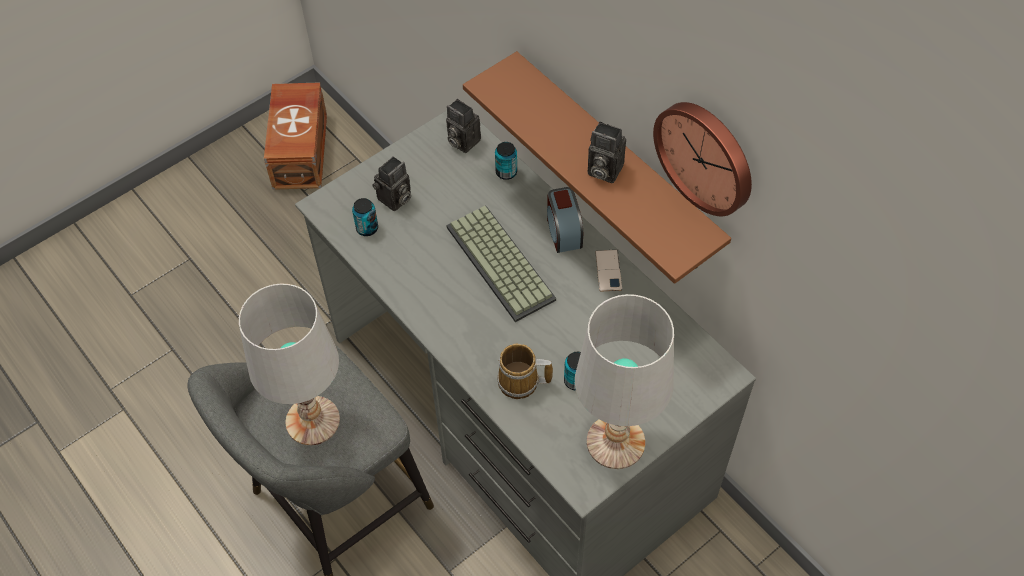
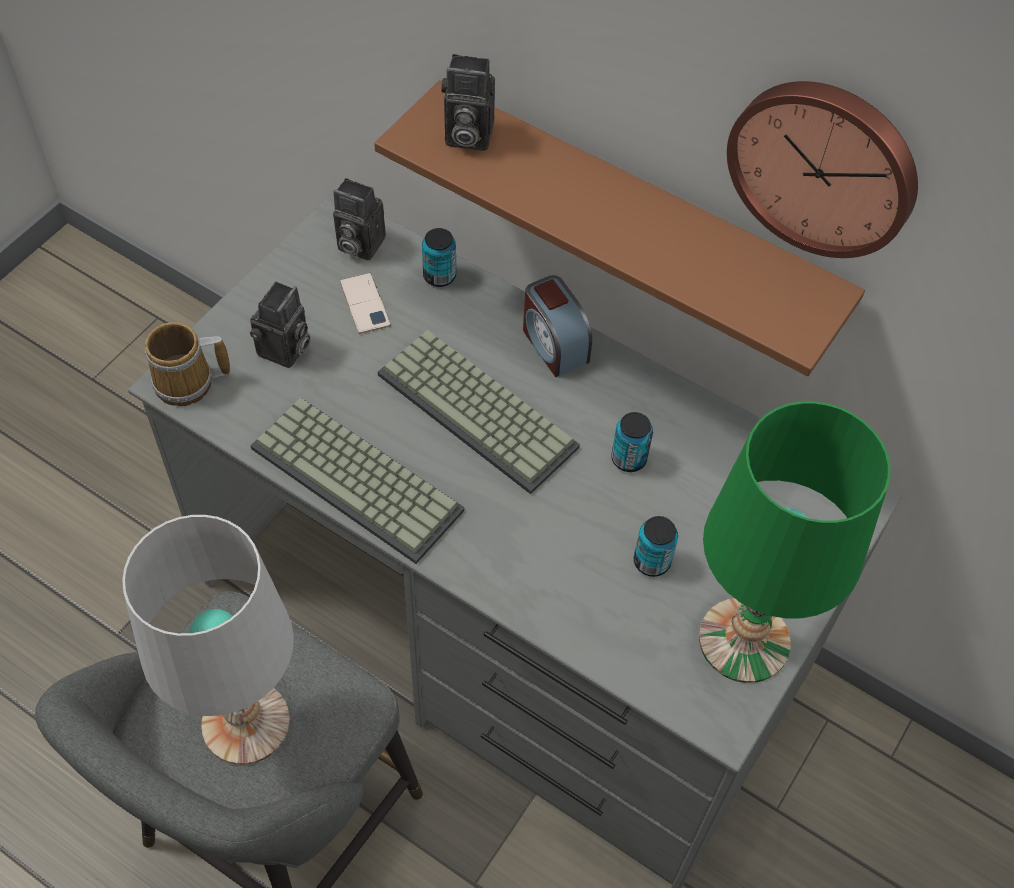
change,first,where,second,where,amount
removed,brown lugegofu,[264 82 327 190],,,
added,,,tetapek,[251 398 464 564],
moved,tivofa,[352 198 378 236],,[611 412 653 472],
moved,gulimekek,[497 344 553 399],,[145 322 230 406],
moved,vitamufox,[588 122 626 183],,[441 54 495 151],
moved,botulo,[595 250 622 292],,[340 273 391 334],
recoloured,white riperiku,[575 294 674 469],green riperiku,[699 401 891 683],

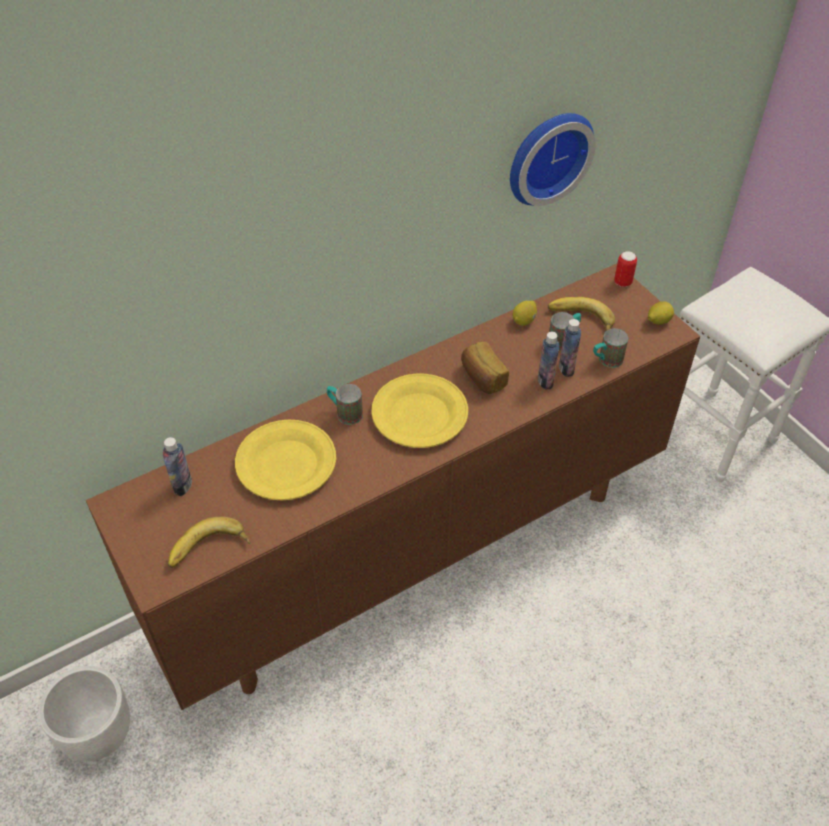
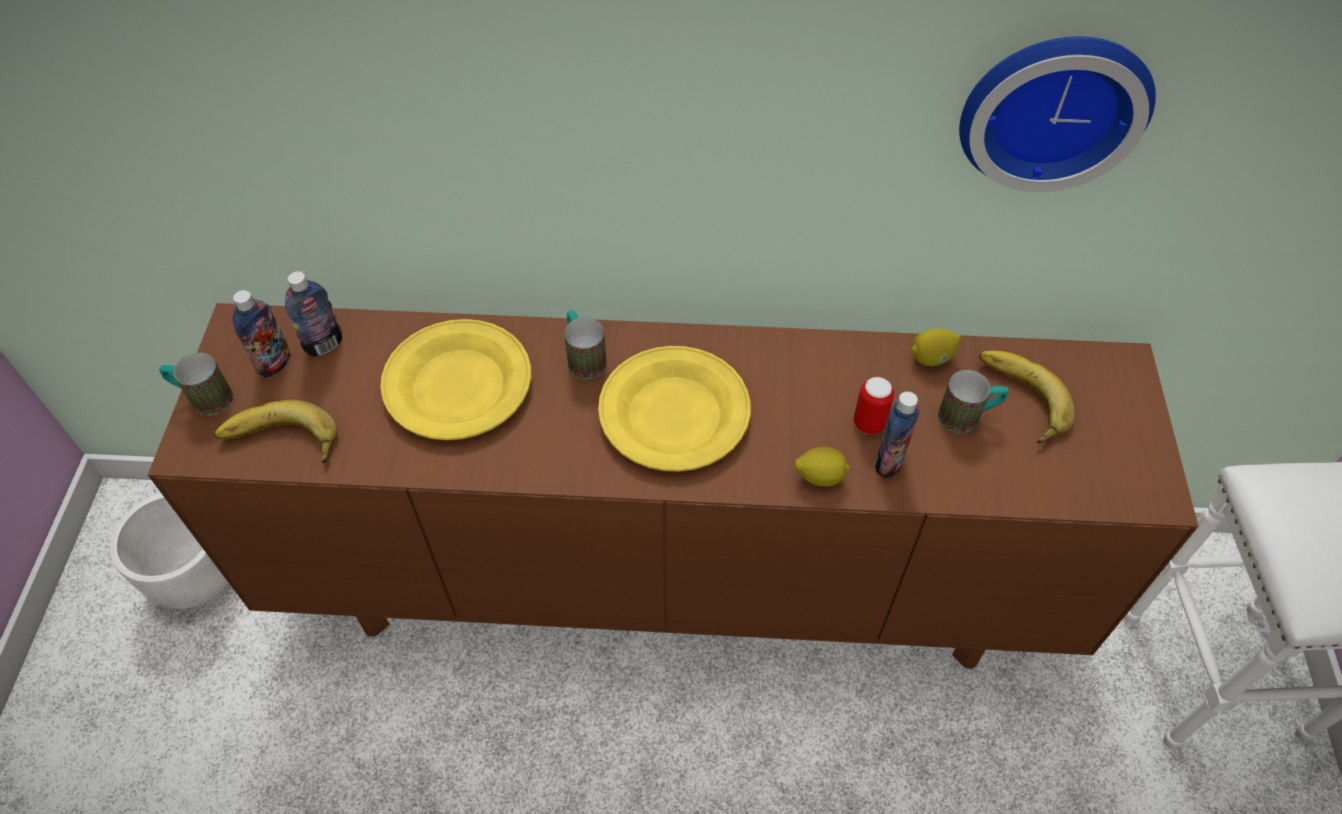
change,first,where,second,where,amount
removed,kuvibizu,[461 342 509 394],,,
moved,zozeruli,[559 319 581 377],,[233 290 291 378],
moved,gulimekek,[593 328 628 368],,[159 353 233 416],
moved,tivofa,[614 251 637 287],,[853 377 894 434],
moved,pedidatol,[648 301 674 325],,[795 447 850 487],

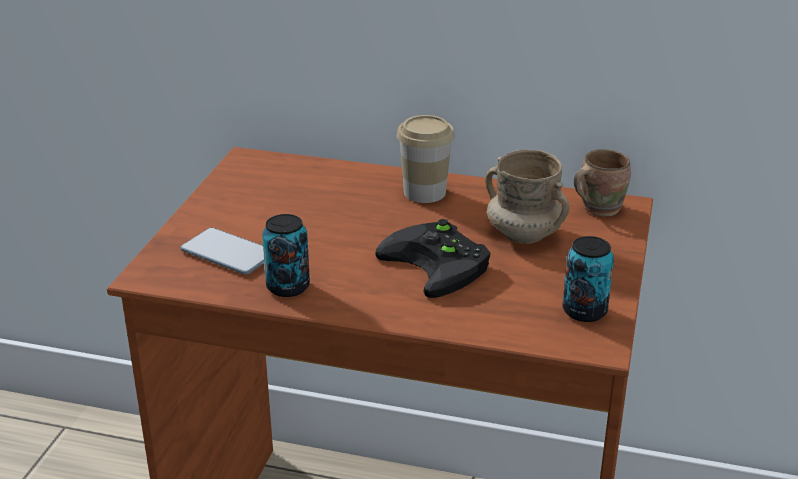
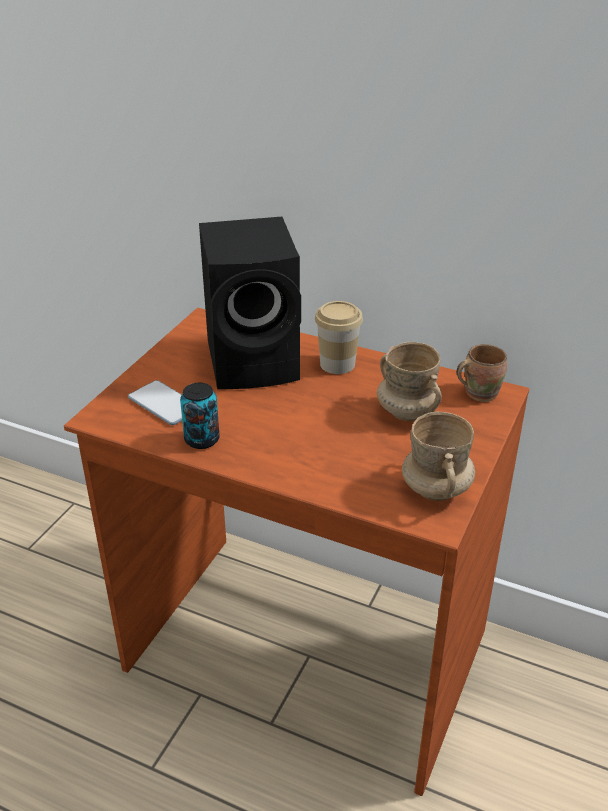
change,first,where,second,where,amount
removed,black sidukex,[375 219 491 298],,,
added,,,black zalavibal,[199 217 301 389],
replaced,tivofa,[562 236 614 322],beige gulimekek,[402 412 475 501],

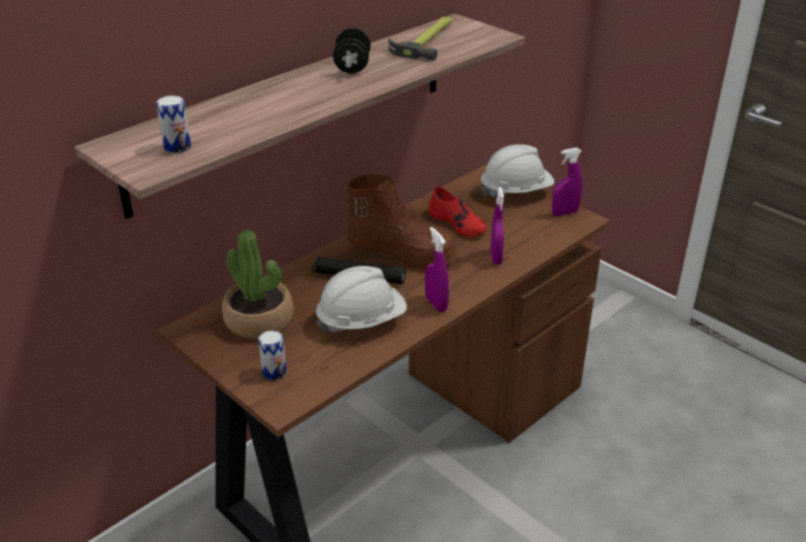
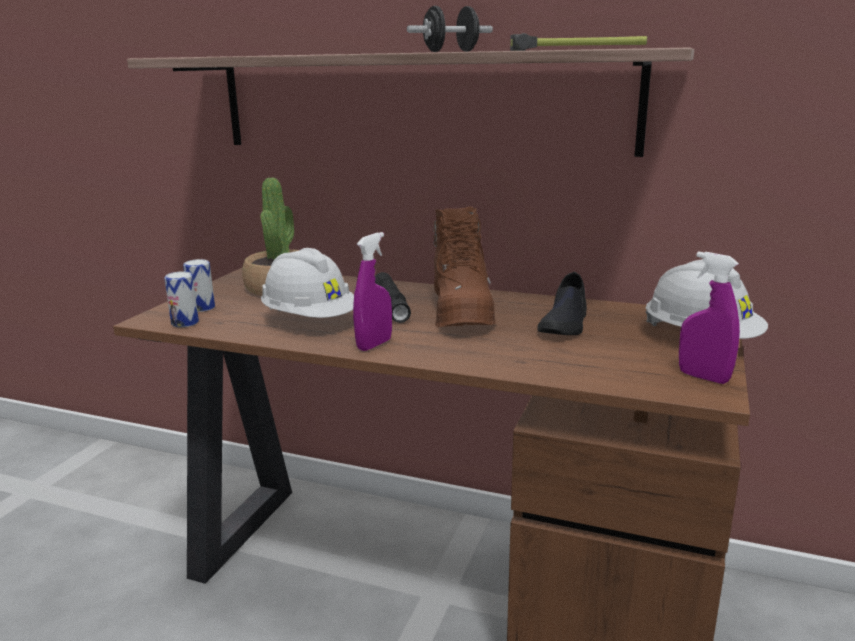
change,first,where,second,where,amount
removed,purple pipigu,[491 187 504 264],,,
moved,tivofa,[156 95 191 153],,[164 271 199 327],
recoloured,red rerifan,[428 186 487 236],black rerifan,[537 272 587 335],

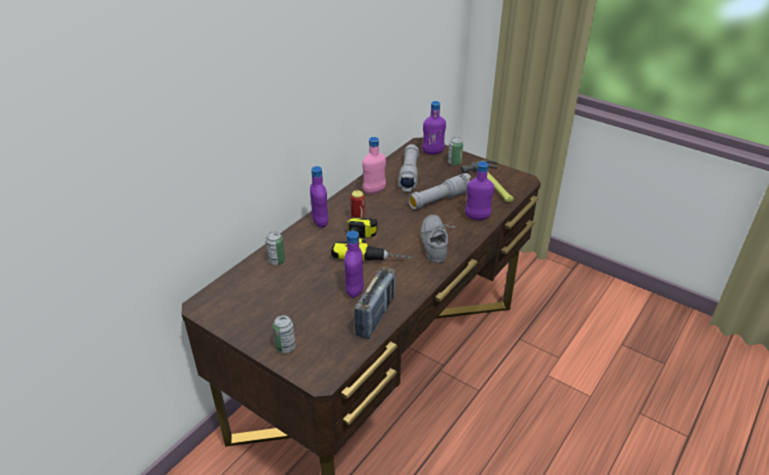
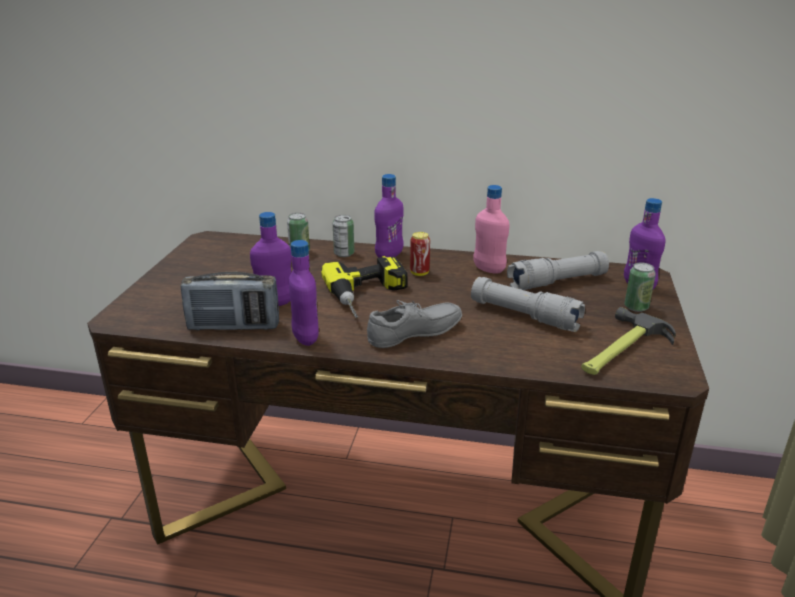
change,first,where,second,where,amount
moved,tivofa,[273 315 296 353],,[333 215 354 257],
moved,purple zozeruli,[465 161 494 220],,[289 240 319 346],

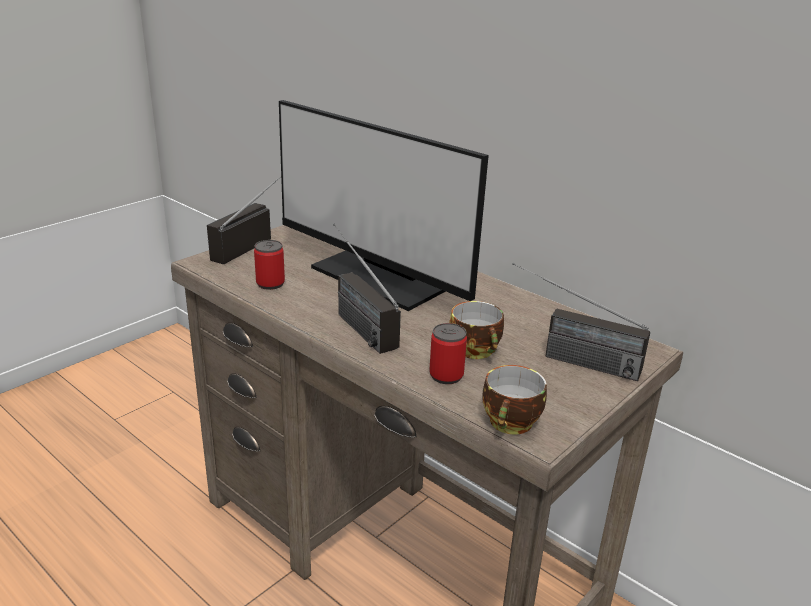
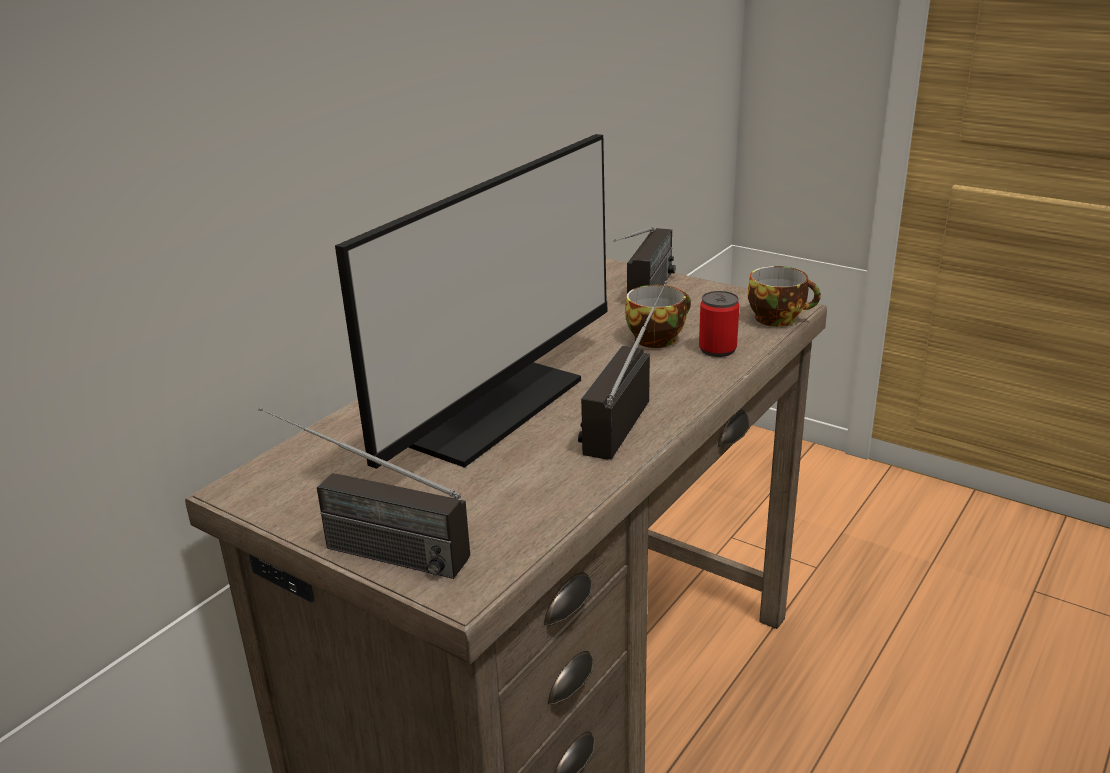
change,first,where,second,where,amount
removed,tivofa,[254 240 285 290],,,
turned,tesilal,[333 224 401 354],,[578 281 667 459],150 degrees clockwise

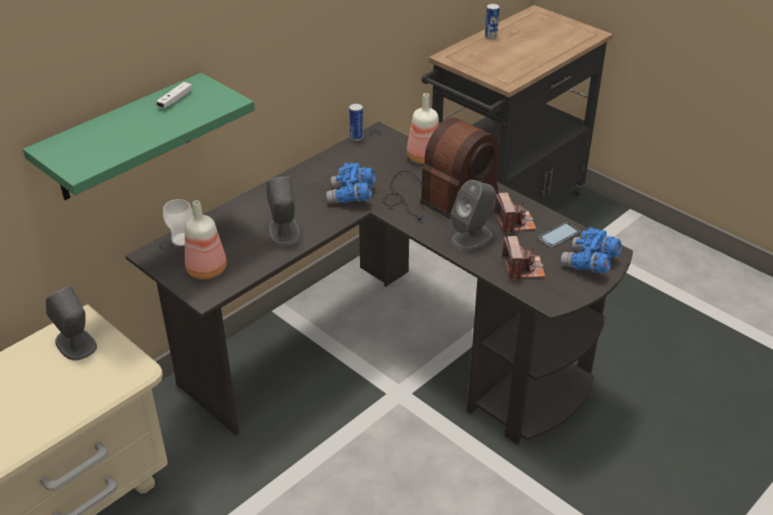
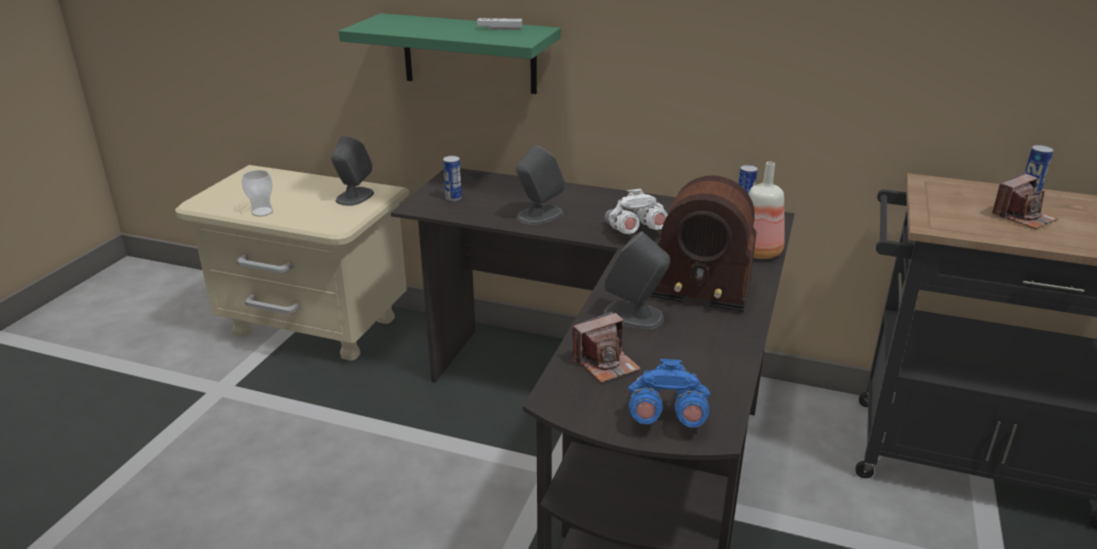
change,first,where,second,where,amount
removed,botulo,[539 223 579 247],,,
moved,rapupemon,[163 199 193 246],,[242 170 273 217],
moved,vitamufox,[493 192 536 234],,[992 173 1059 229],
replaced,zozeruli,[185 200 227 279],tivofa,[443 156 462 202],
recoloured,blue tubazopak,[326 163 375 204],white tubazopak,[604 189 668 234],

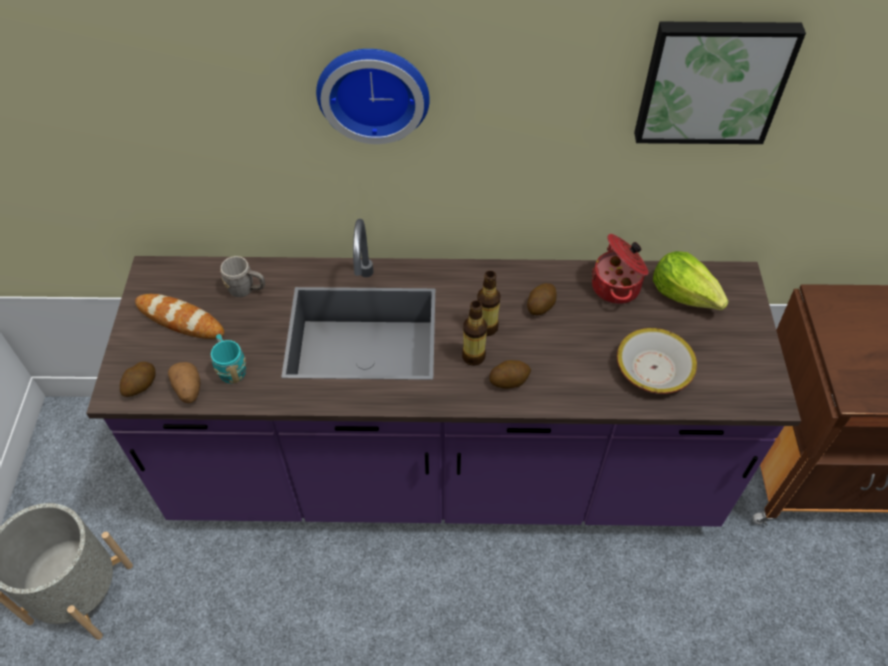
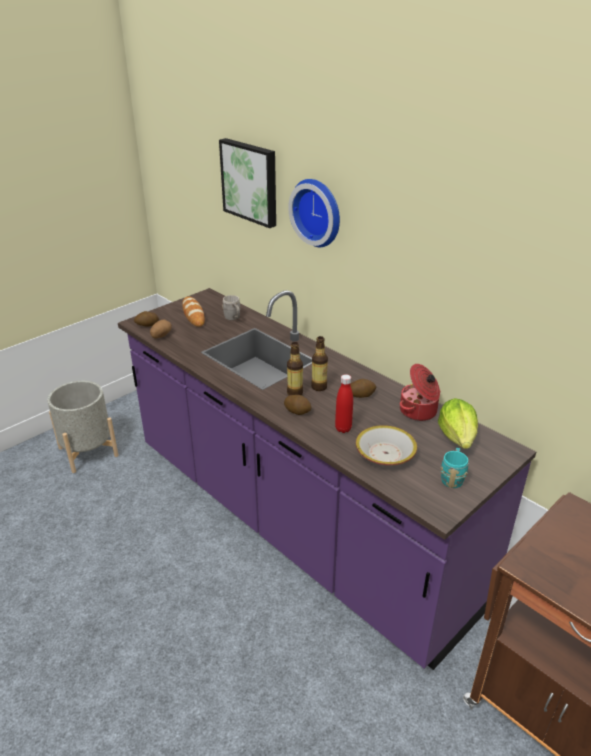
change,first,where,second,where,amount
added,,,red zozeruli,[335 374 353 433],
moved,turquoise gulimekek,[211 334 246 383],,[441 448 468 488],
moved,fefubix,[634 22 806 144],,[219 138 276 228],

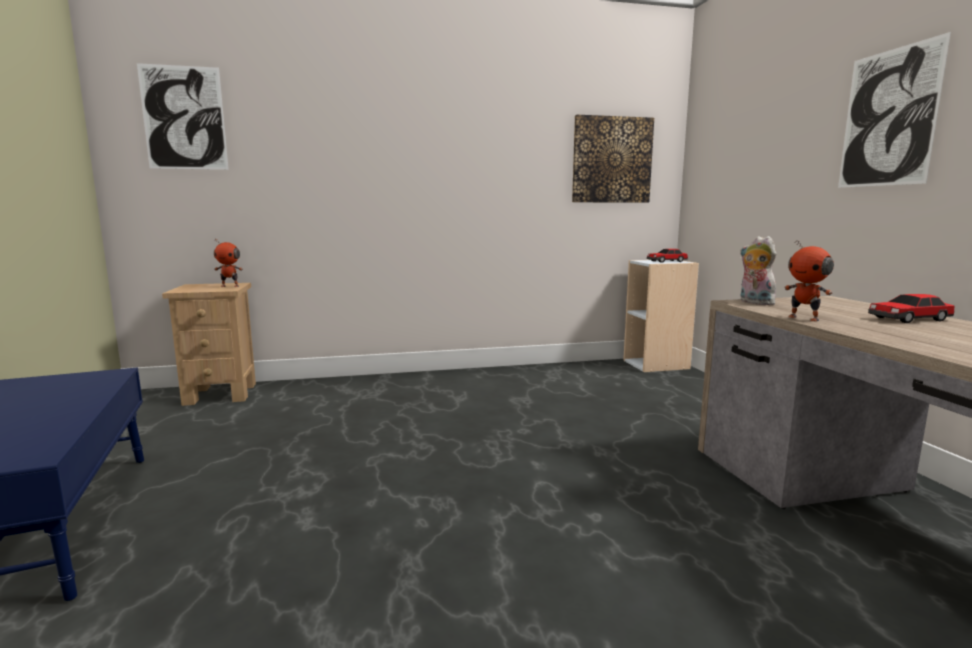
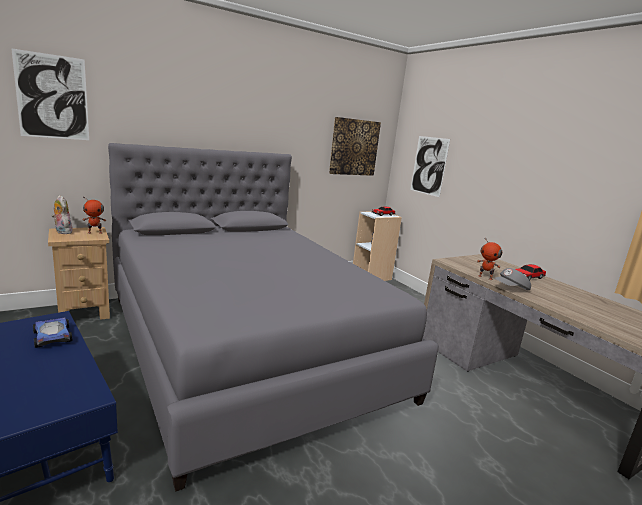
change,first,where,second,where,amount
added,,,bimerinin,[33 318 72 348],
added,,,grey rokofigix,[108 143 439 492],
added,,,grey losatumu,[494 268 531 290],
moved,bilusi,[740 236 777 305],,[52 195 73 234],
moved,fefubix,[838 32 951 188],,[410 136 450 197],

